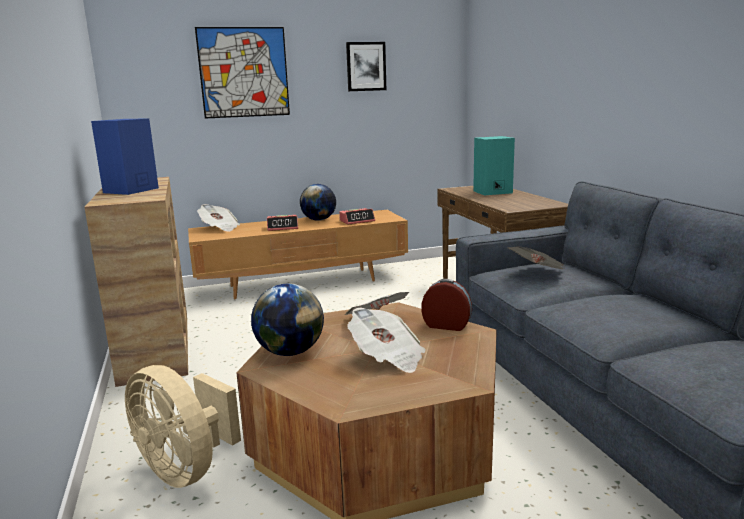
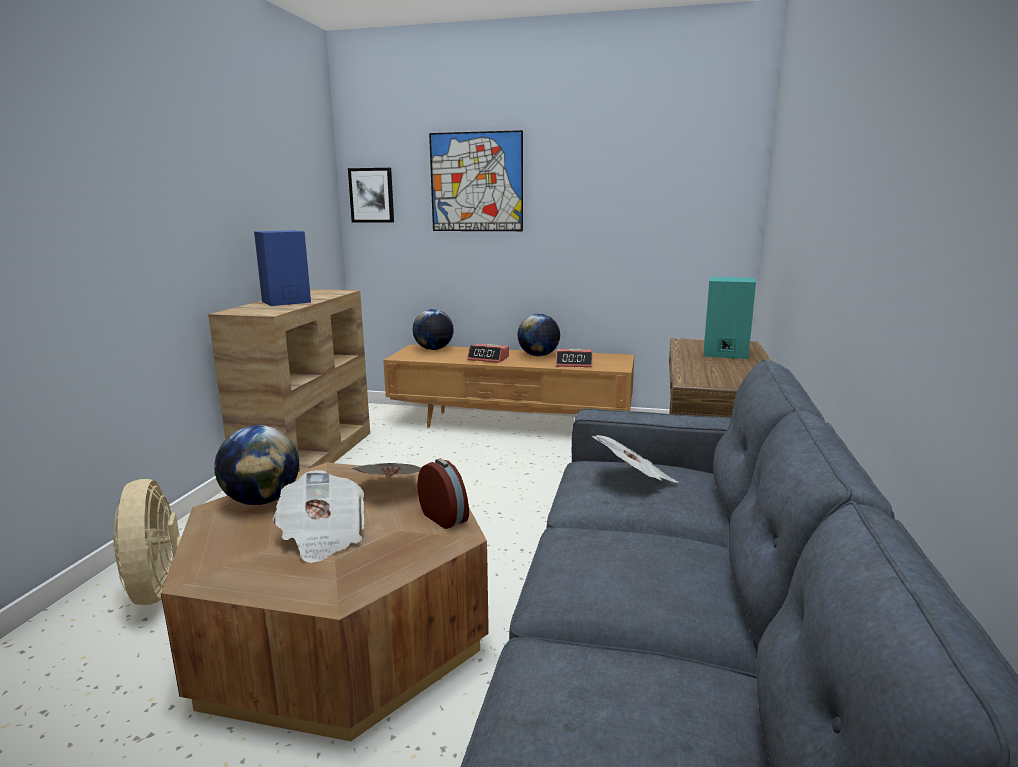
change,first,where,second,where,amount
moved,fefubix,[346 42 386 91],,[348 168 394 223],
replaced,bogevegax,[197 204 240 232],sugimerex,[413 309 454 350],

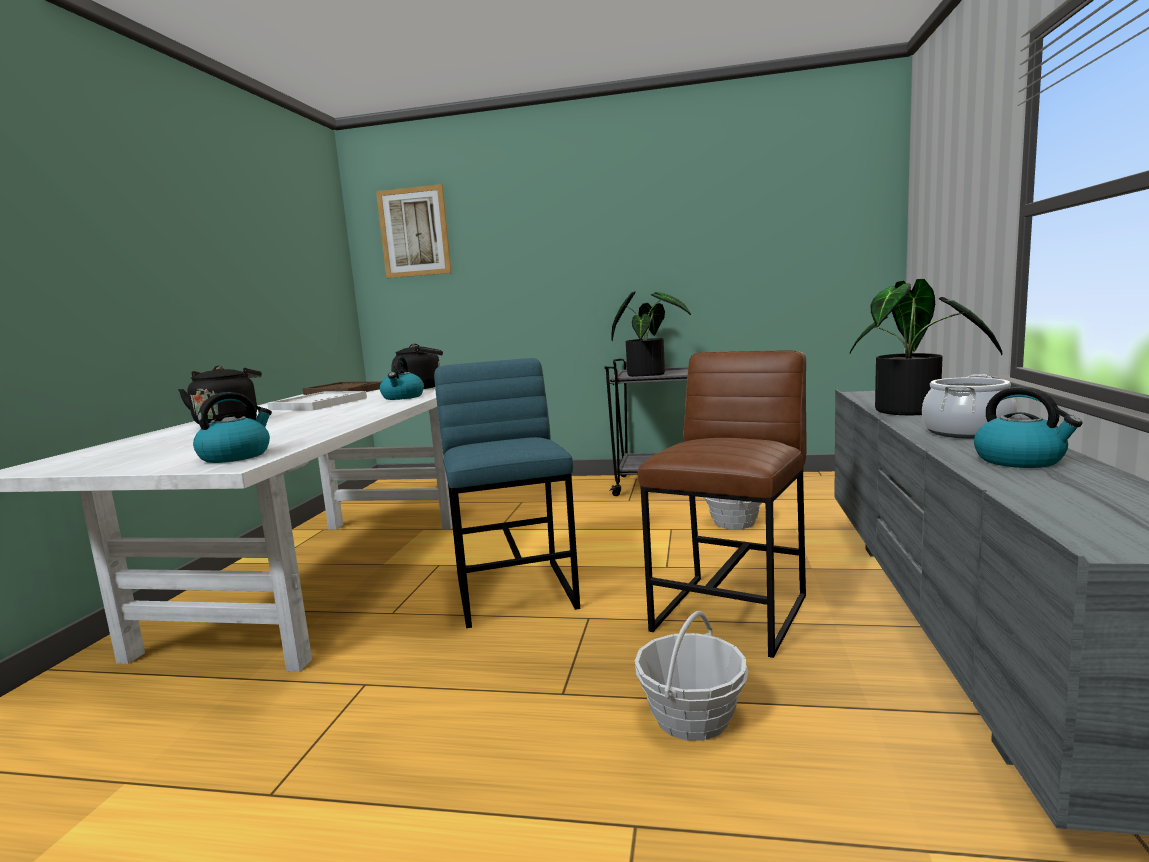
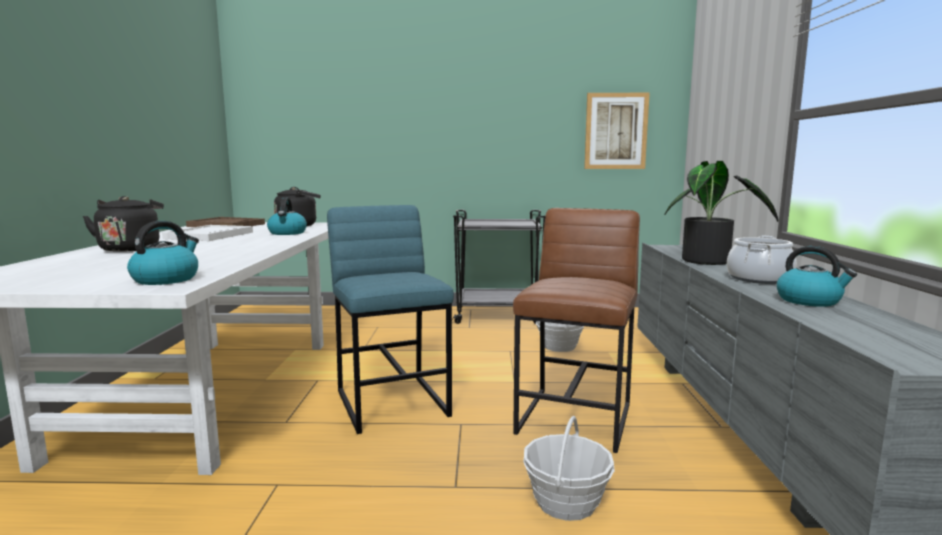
change,first,where,second,where,amount
removed,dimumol,[611 292 691 377],,,
moved,fefubix,[376 184 452 278],,[584 93 650 169],

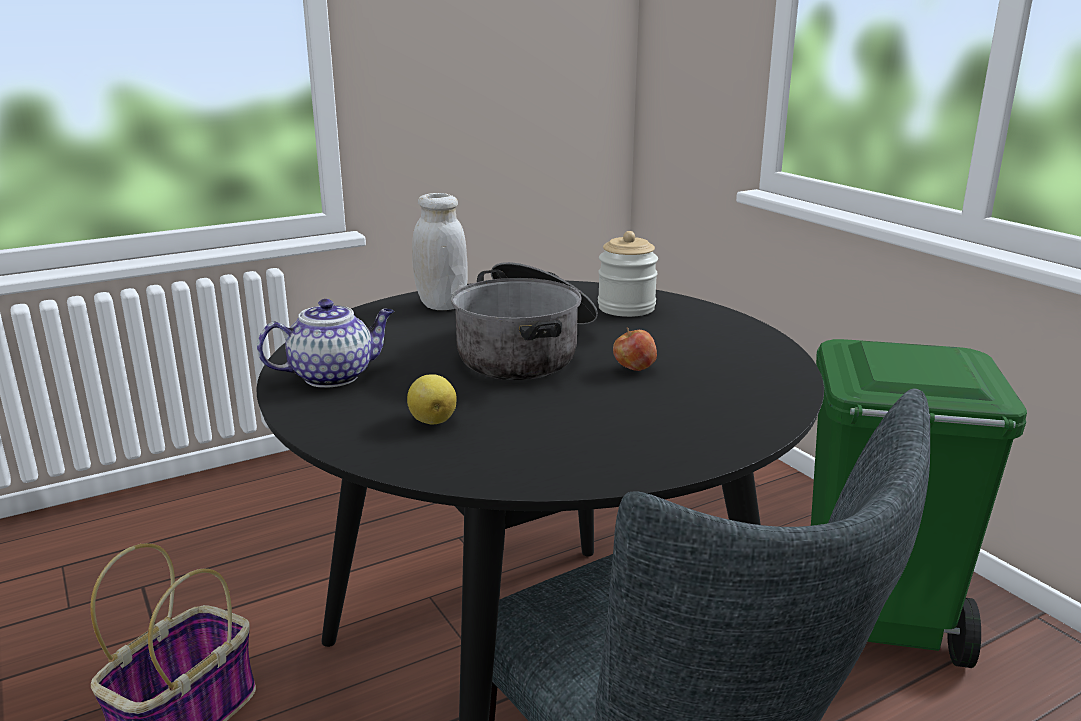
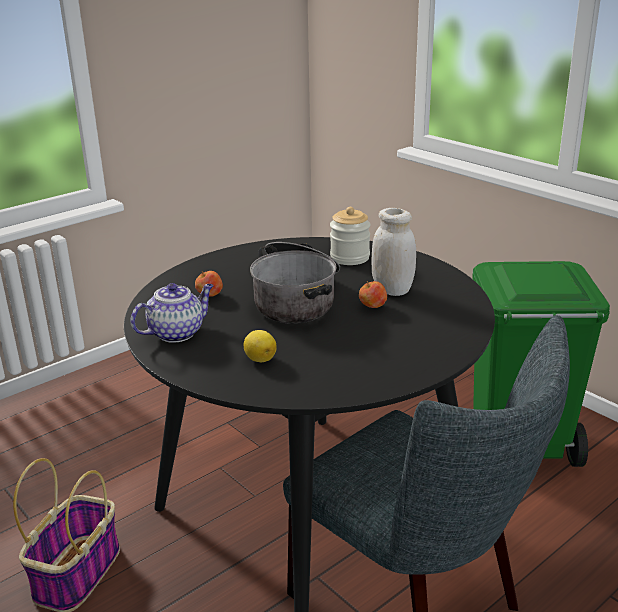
change,first,where,second,where,amount
added,,,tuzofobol,[195 271 223 297],
moved,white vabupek,[412 193 468 310],,[372 208 416 296],

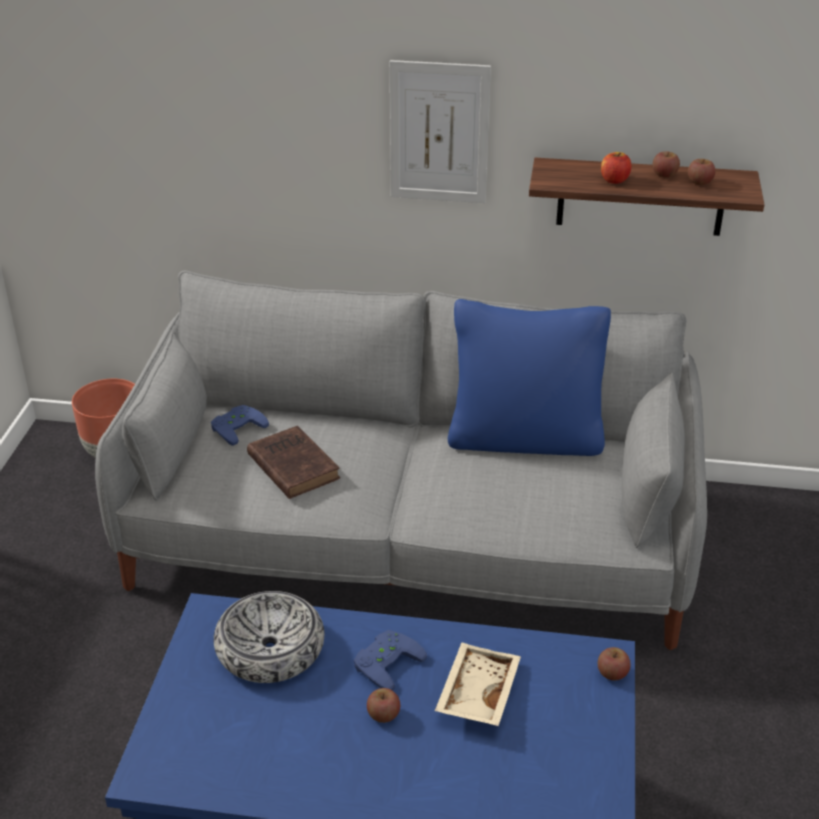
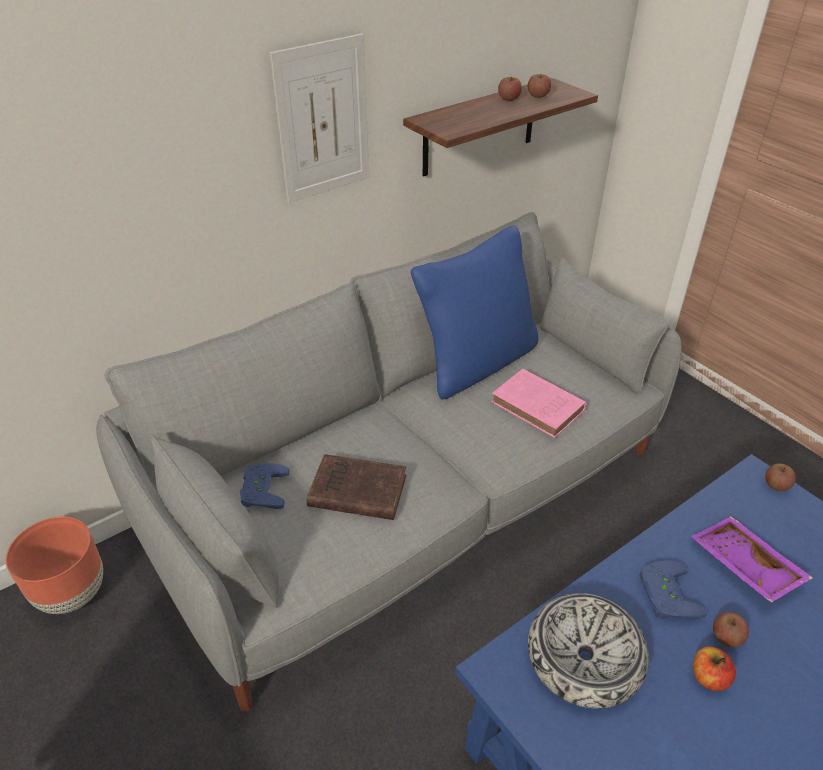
change,first,where,second,where,amount
added,,,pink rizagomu,[491 369 587 438],
moved,tuzofobol,[601 152 631 184],,[693 646 736 691],
recoloured,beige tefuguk,[435 642 521 726],purple tefuguk,[691 516 813 603],

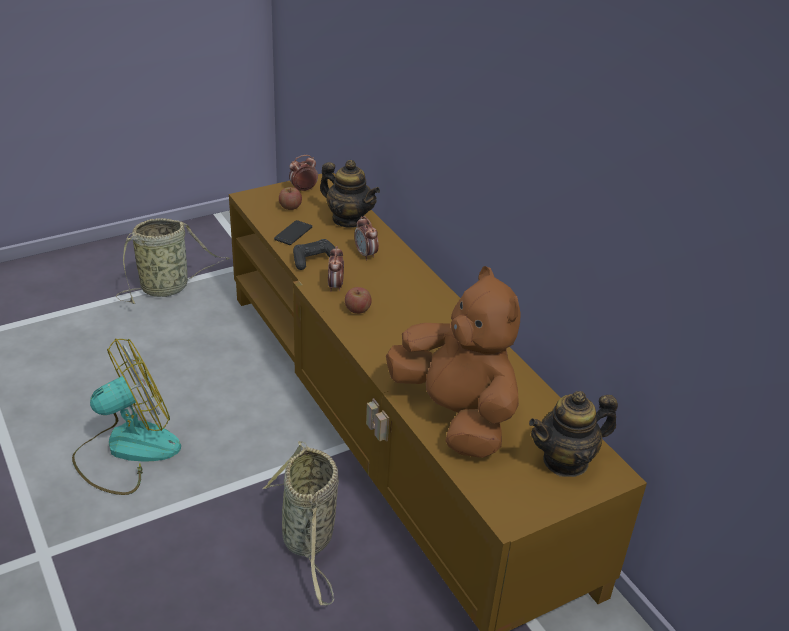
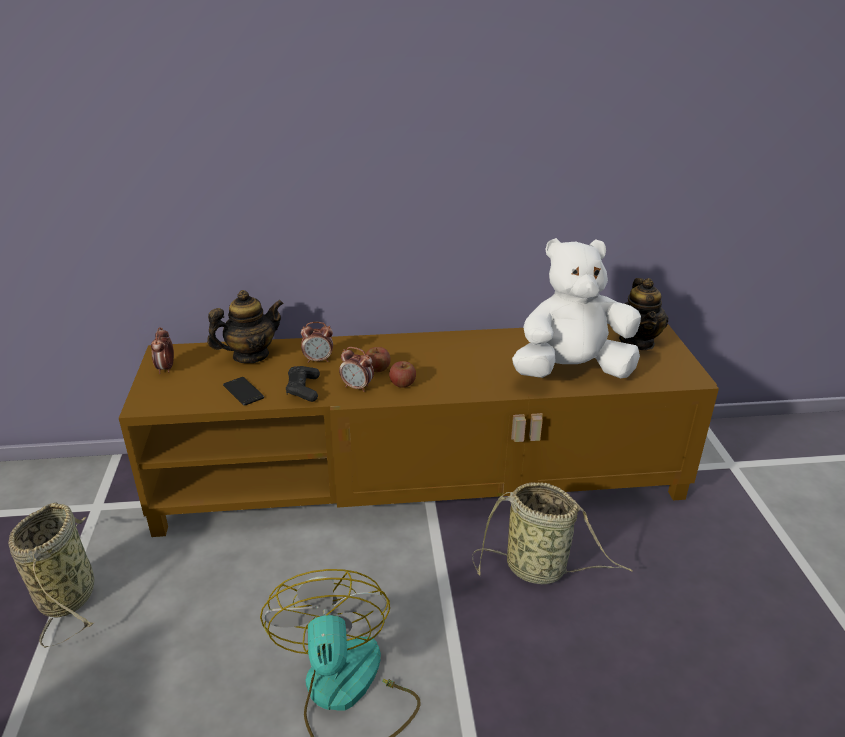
change,first,where,second,where,amount
moved,tuzofobol,[279 187 302 210],,[366 347 391 372],
recoloured,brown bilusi,[386 266 521 458],white bilusi,[512 238 641 379],

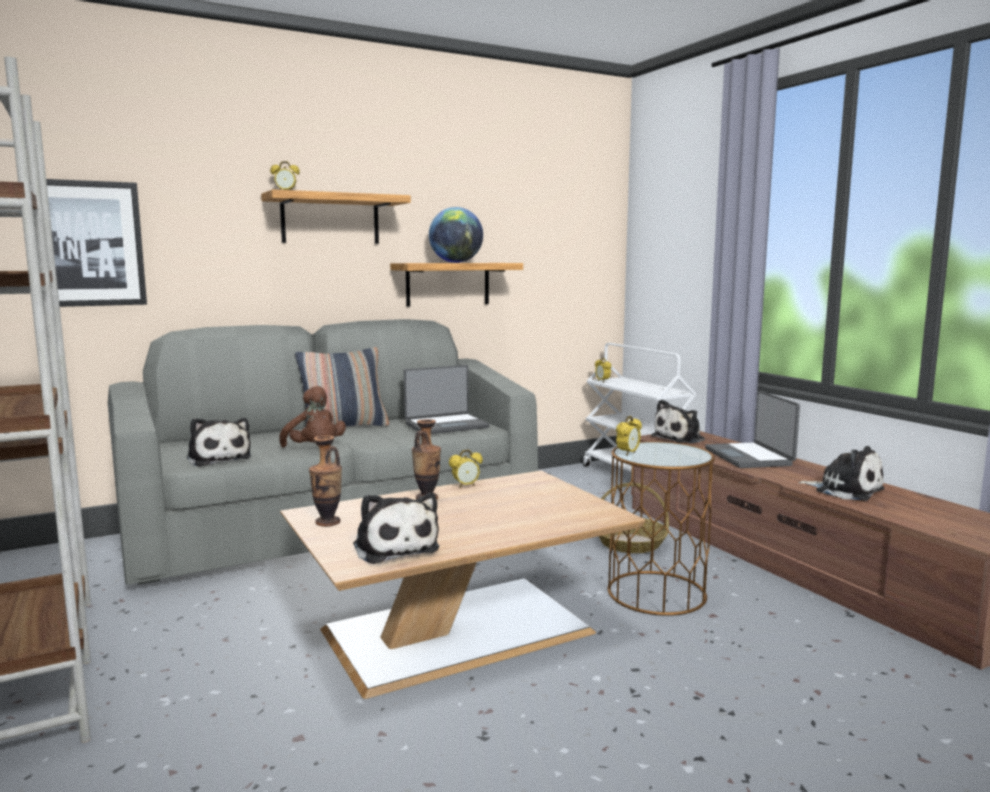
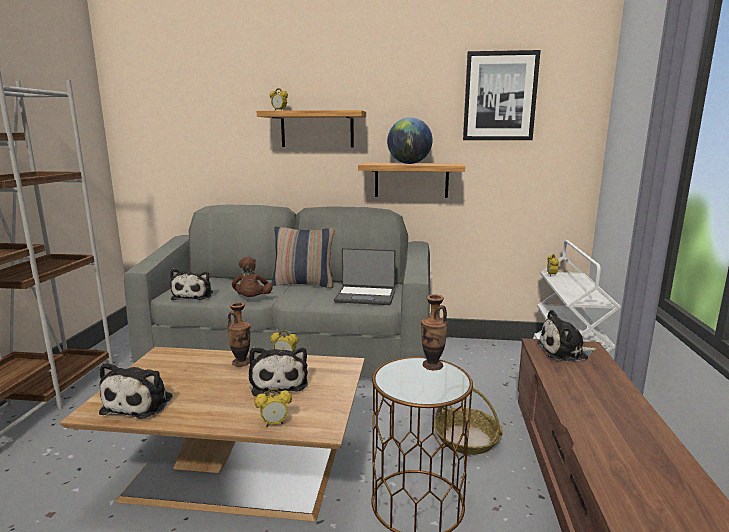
change,first,where,second,where,amount
removed,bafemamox,[705 391 800 468],,,
moved,fefubix,[30 179 147 307],,[463 50 541 140],
moved,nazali,[309 435 342 527],,[421 295 448 370],
moved,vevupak,[616 416 642 456],,[254 388 292 427],
moved,bilusi,[798 446 885 501],,[249 347 308 396],

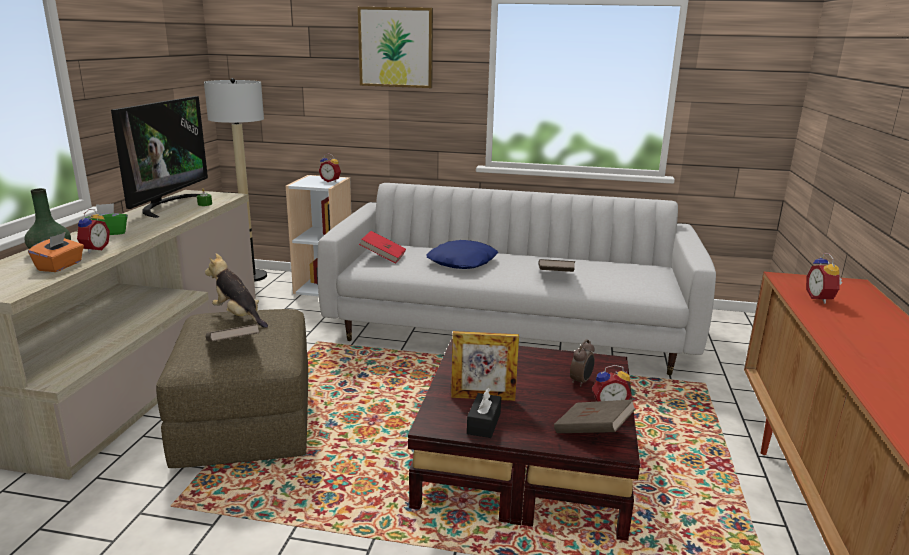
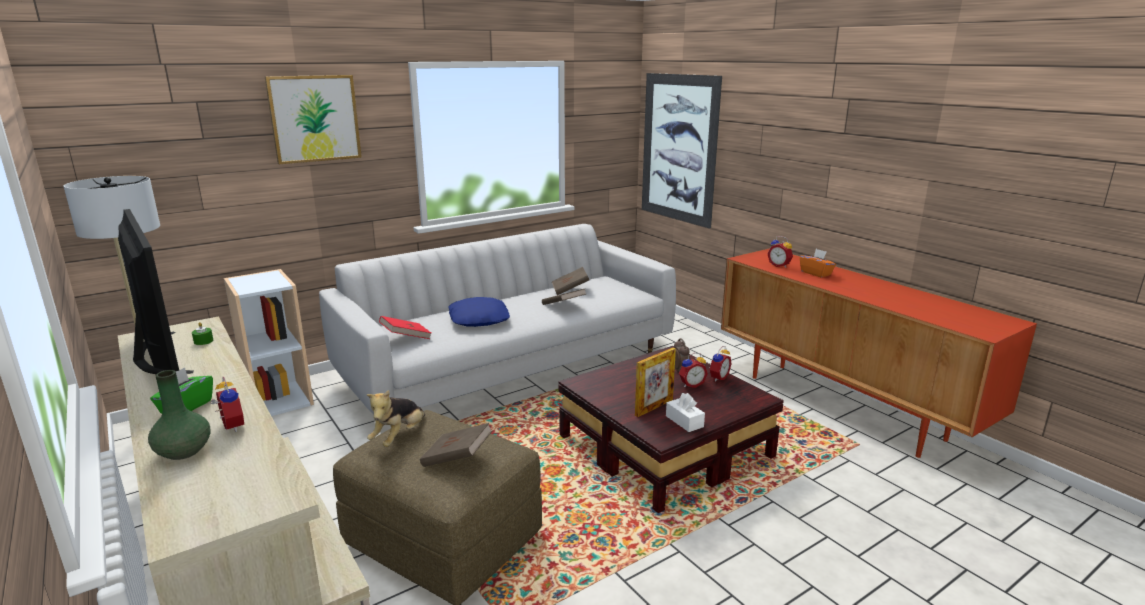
change,first,where,second,where,amount
added,,,fefubix,[642 73 722 228],
moved,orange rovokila,[28 232 84 272],,[800 249 836 278],
moved,vevupak,[319 153 341 182],,[679 353 708 388],
moved,brown rizagomu,[554 399 636 433],,[552 267 589 295],
recoloured,black rovokila,[467 388 501 438],white rovokila,[666 393 705 432],
turned,bilusi,[205 253 268 328],,[367 390 425 447],60 degrees counterclockwise

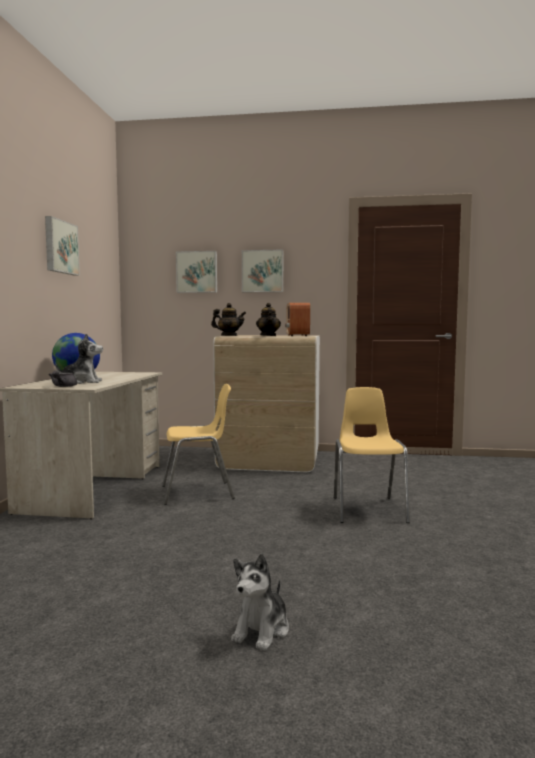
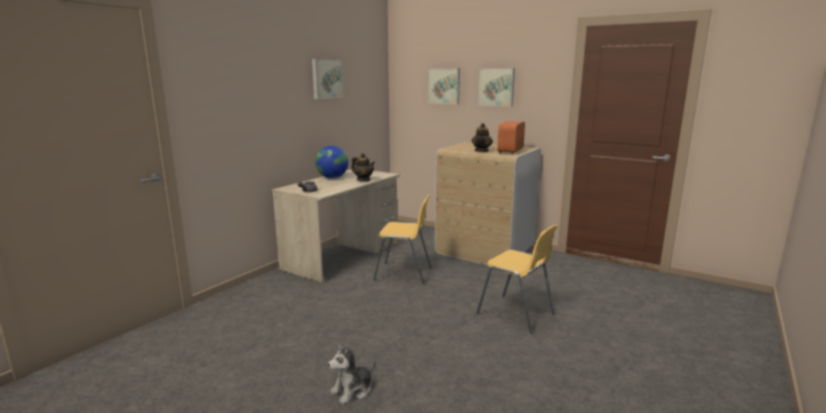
change,first,where,second,where,amount
removed,bilusi,[55 333 103 384],,,
moved,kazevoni,[211 303 246 336],,[351 153 375 181],
turned,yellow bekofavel,[334 387 410 523],,[476 225 557 334],105 degrees clockwise

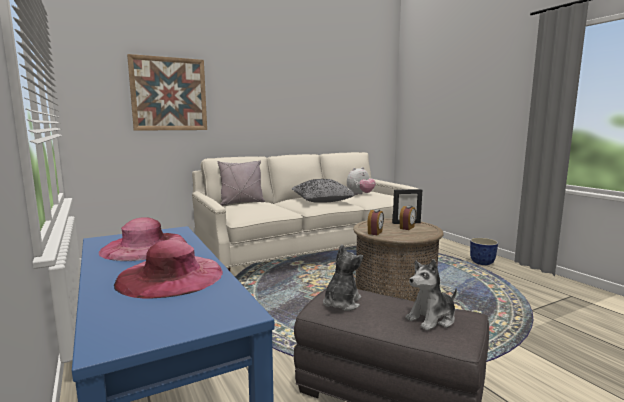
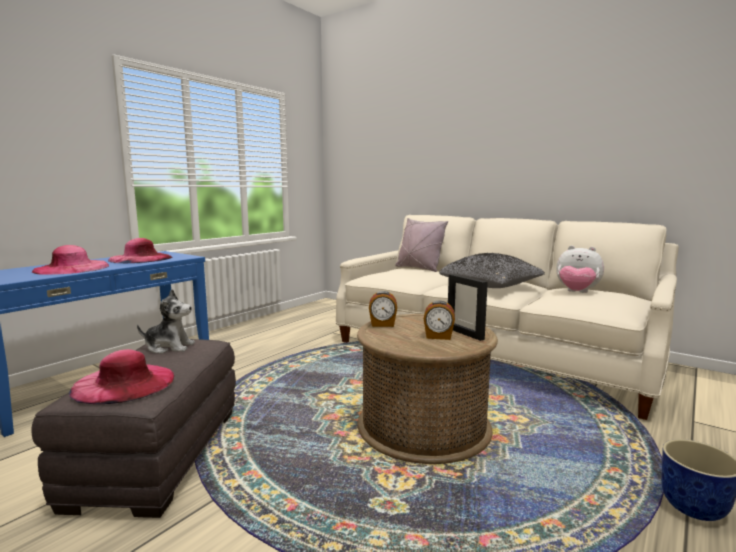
change,first,where,second,where,amount
removed,fefubix,[127 54 207 131],,,
replaced,bilusi,[405 259 457 330],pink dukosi,[69 349 174 404],

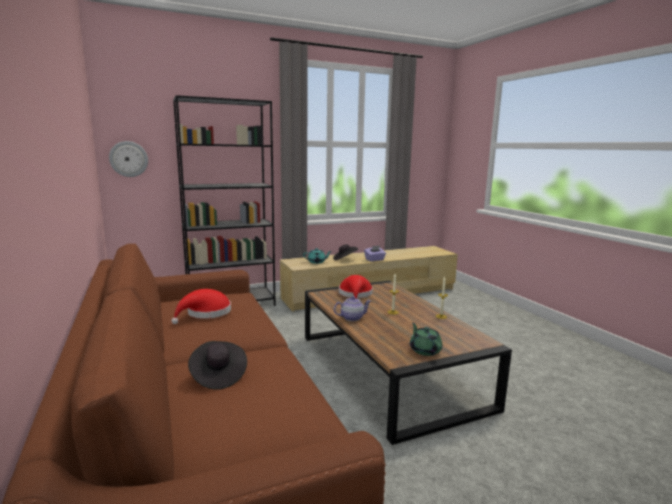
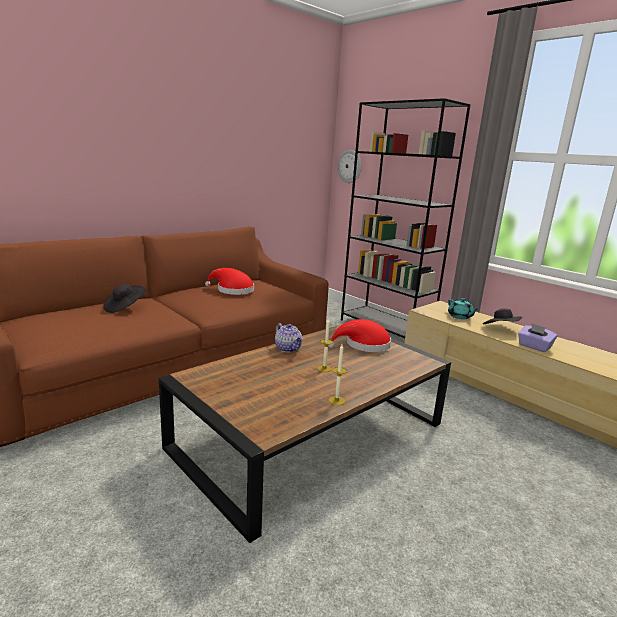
change,first,where,second,where,amount
removed,green kazevoni,[410 322 443 356],,,

